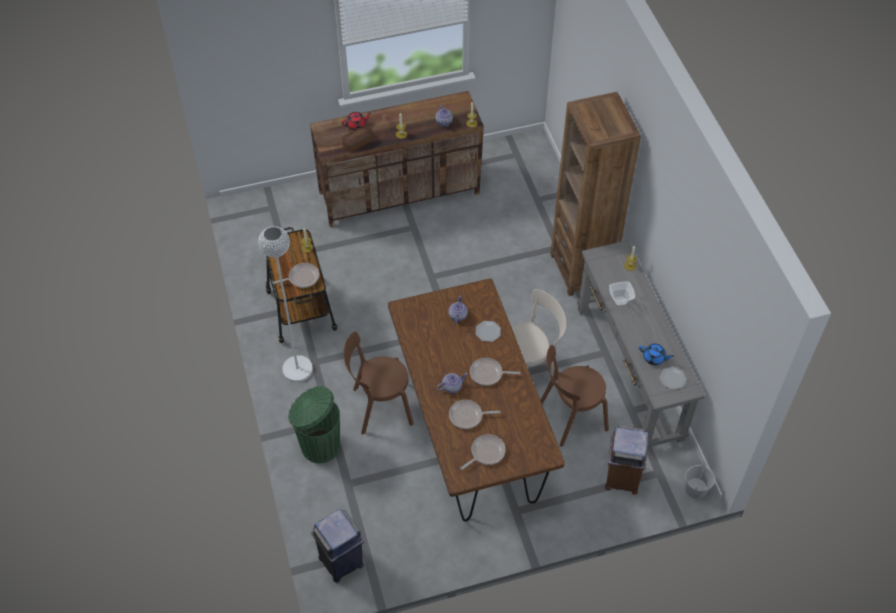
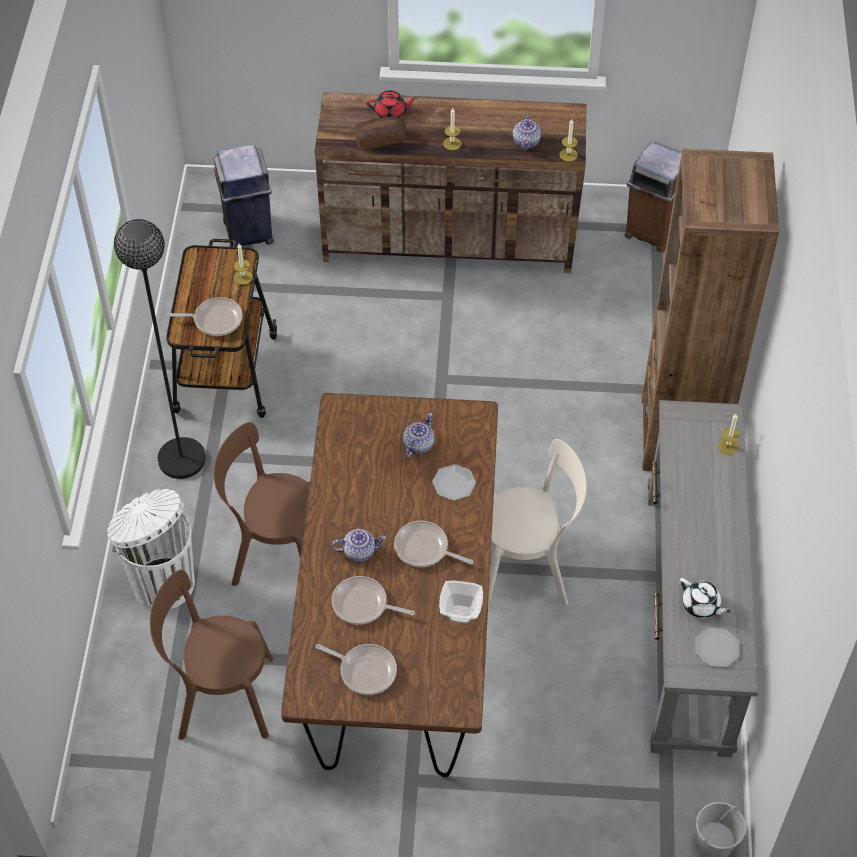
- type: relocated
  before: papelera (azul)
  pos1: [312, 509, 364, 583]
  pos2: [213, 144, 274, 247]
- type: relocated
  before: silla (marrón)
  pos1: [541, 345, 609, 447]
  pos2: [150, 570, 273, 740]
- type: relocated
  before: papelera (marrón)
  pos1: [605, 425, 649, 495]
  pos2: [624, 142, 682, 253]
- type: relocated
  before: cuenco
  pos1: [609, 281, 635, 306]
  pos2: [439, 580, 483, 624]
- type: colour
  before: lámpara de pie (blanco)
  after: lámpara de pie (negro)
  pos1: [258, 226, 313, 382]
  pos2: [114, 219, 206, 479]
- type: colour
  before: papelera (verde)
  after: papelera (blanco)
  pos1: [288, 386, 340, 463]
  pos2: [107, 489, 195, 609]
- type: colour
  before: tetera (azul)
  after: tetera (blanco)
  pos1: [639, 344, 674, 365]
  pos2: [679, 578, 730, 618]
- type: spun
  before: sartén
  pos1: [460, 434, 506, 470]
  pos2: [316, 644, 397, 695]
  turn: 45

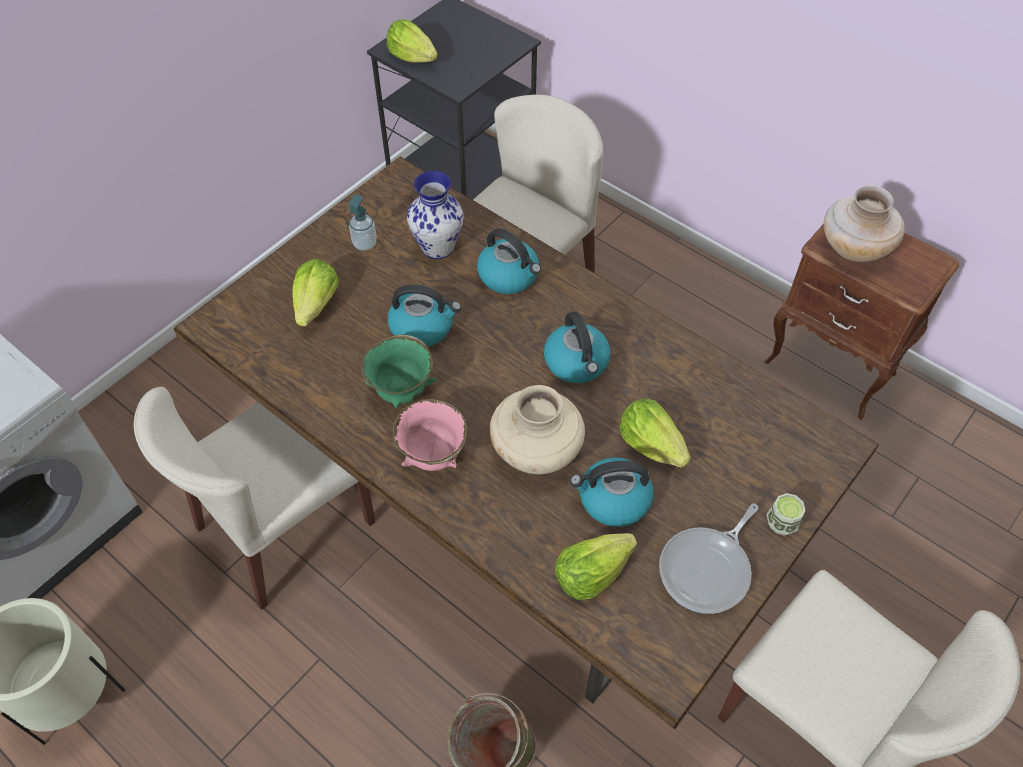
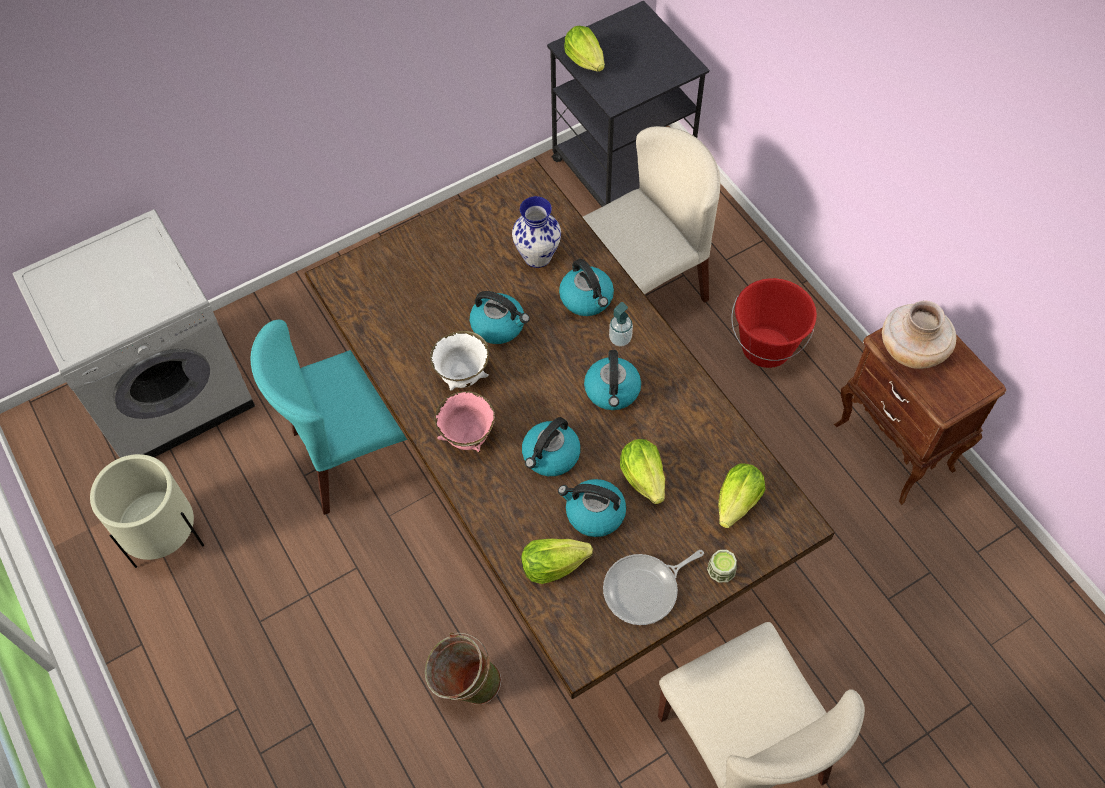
- type: appeared
  after: cubo (rojo)
  pos2: [731, 278, 817, 368]
- type: relocated
  before: lechuga
  pos1: [293, 259, 339, 327]
  pos2: [719, 463, 765, 528]
- type: relocated
  before: dispensador de jabón
  pos1: [349, 194, 377, 251]
  pos2: [609, 302, 633, 347]
- type: exchanged
  before: florero (beis)
  after: hervidor
  pos1: [490, 385, 585, 474]
  pos2: [522, 417, 581, 476]
- type: colour
  before: silla (beis)
  after: silla (turquesa)
  pos1: [134, 387, 375, 610]
  pos2: [250, 320, 407, 515]
- type: colour
  before: cuenco (verde)
  after: cuenco (blanco)
  pos1: [362, 335, 436, 408]
  pos2: [430, 331, 489, 391]

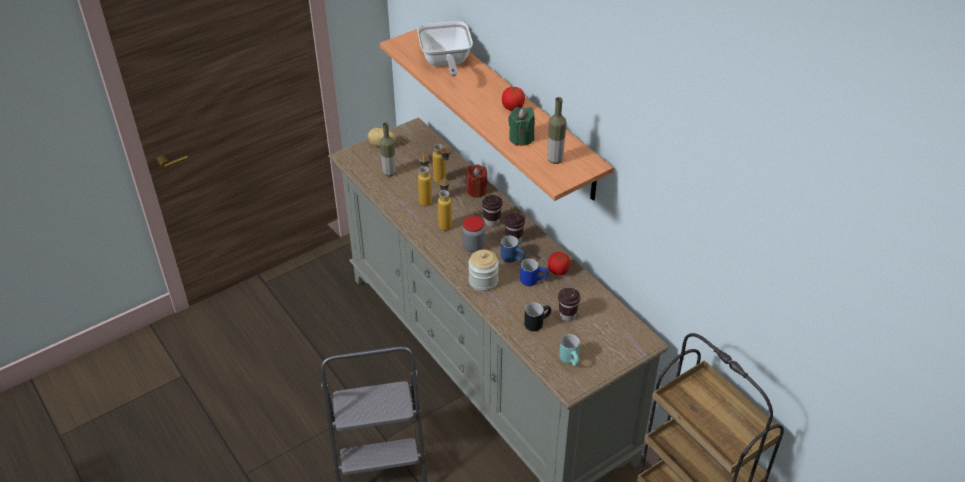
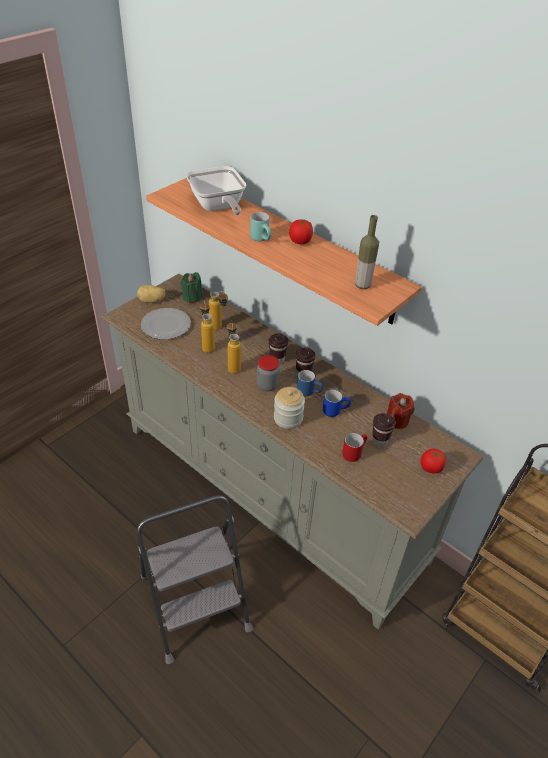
- type: relocated
  before: vela (rojo)
  pos1: [466, 164, 488, 198]
  pos2: [387, 393, 415, 429]
- type: relocated
  before: vela (verde)
  pos1: [508, 107, 535, 146]
  pos2: [181, 272, 202, 303]
- type: relocated
  before: tomate
  pos1: [548, 252, 570, 275]
  pos2: [421, 449, 446, 474]
- type: relocated
  before: taza grande (turquesa)
  pos1: [559, 334, 580, 366]
  pos2: [250, 212, 271, 242]
- type: exchanged
  before: botella
  after: plato
  pos1: [380, 122, 396, 176]
  pos2: [141, 308, 191, 340]
- type: colour
  before: taza grande (negro)
  after: taza grande (rojo)
  pos1: [524, 303, 551, 331]
  pos2: [342, 433, 367, 462]

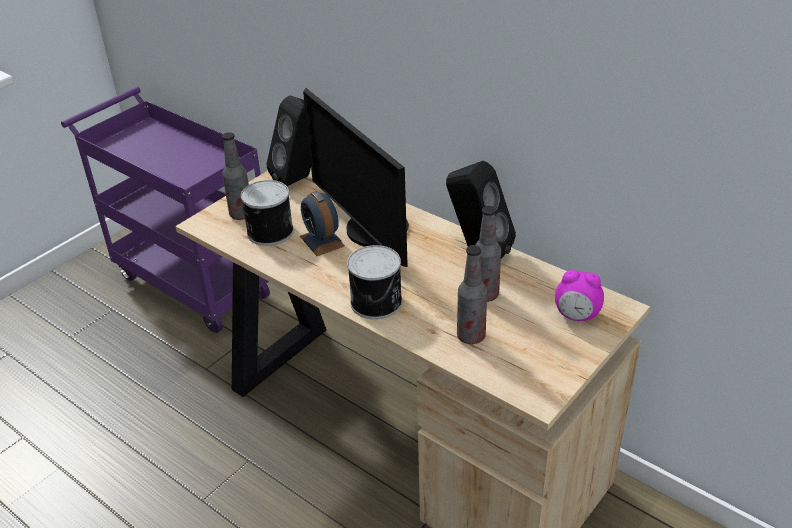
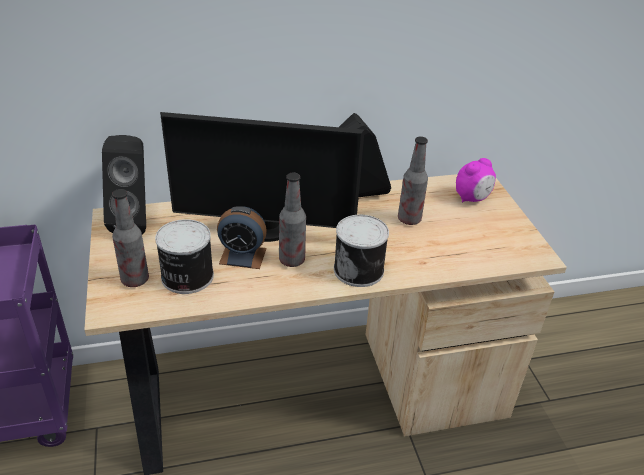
- type: relocated
  before: botella
  pos1: [457, 245, 487, 344]
  pos2: [279, 173, 306, 267]

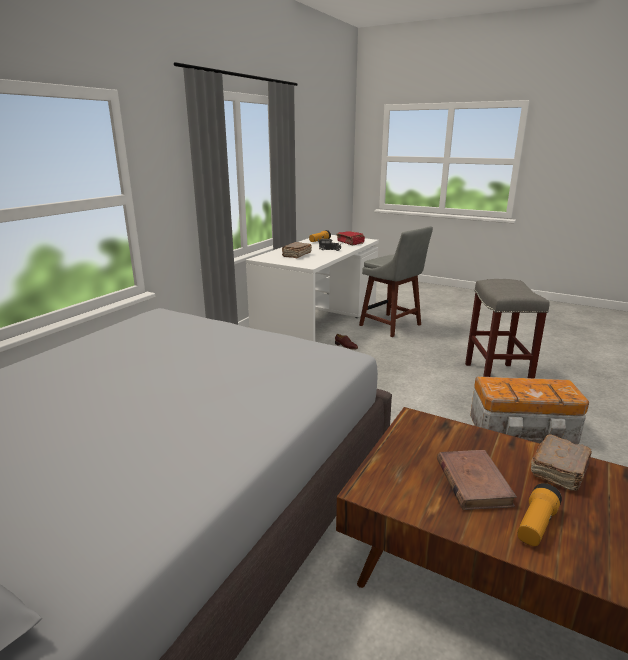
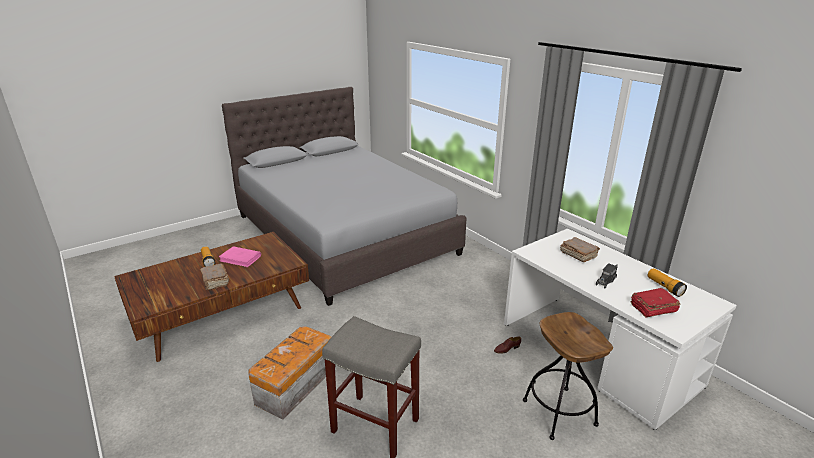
- type: exchanged
  before: silla (gris)
  after: taburete (marrón)
  pos1: [359, 226, 433, 337]
  pos2: [523, 312, 613, 440]
- type: colour
  before: libro (marrón)
  after: libro (rosa)
  pos1: [437, 450, 517, 510]
  pos2: [219, 246, 261, 267]

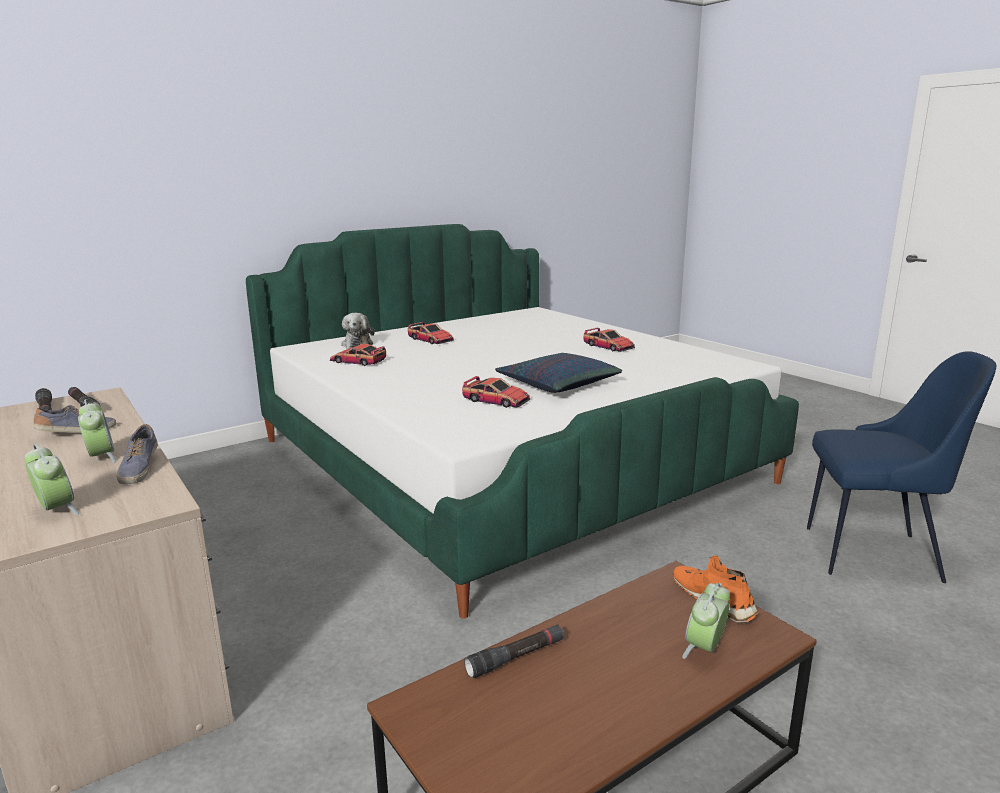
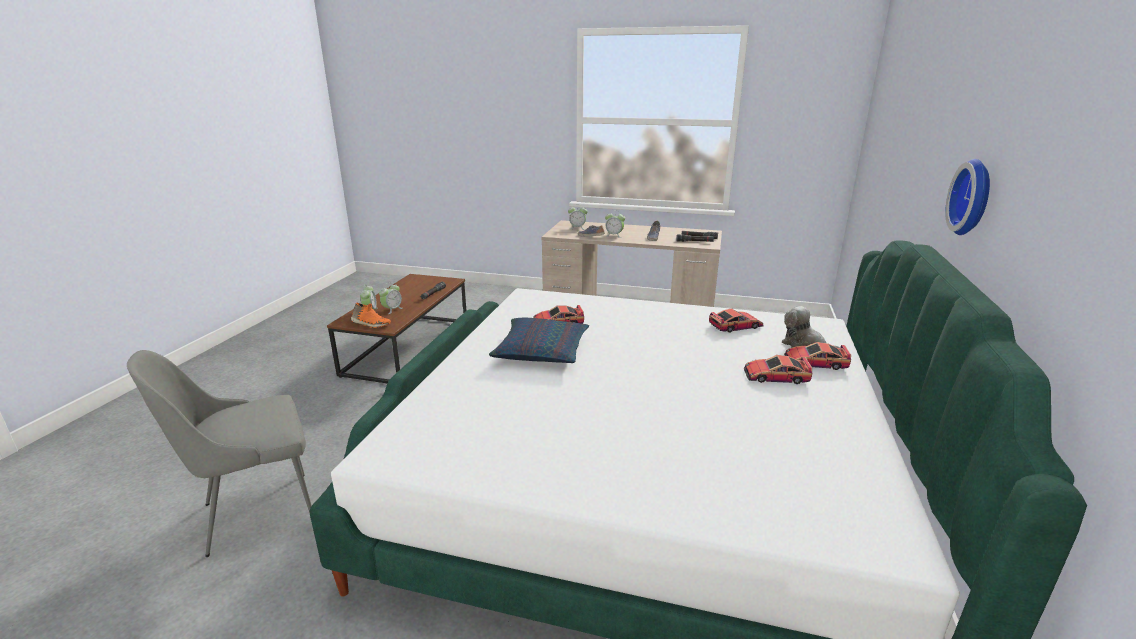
- type: appeared
  after: despertador
  pos2: [379, 283, 403, 314]
- type: appeared
  after: reloj de pared
  pos2: [945, 159, 990, 235]
- type: relocated
  before: coche de juguete
  pos1: [584, 328, 635, 352]
  pos2: [784, 342, 851, 370]
- type: colour
  before: silla (azul)
  after: silla (gris)
  pos1: [807, 351, 996, 583]
  pos2: [127, 350, 312, 557]

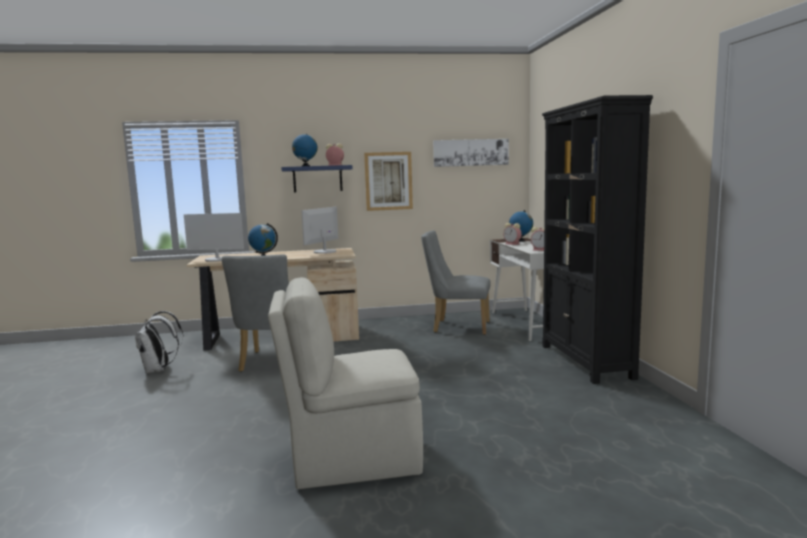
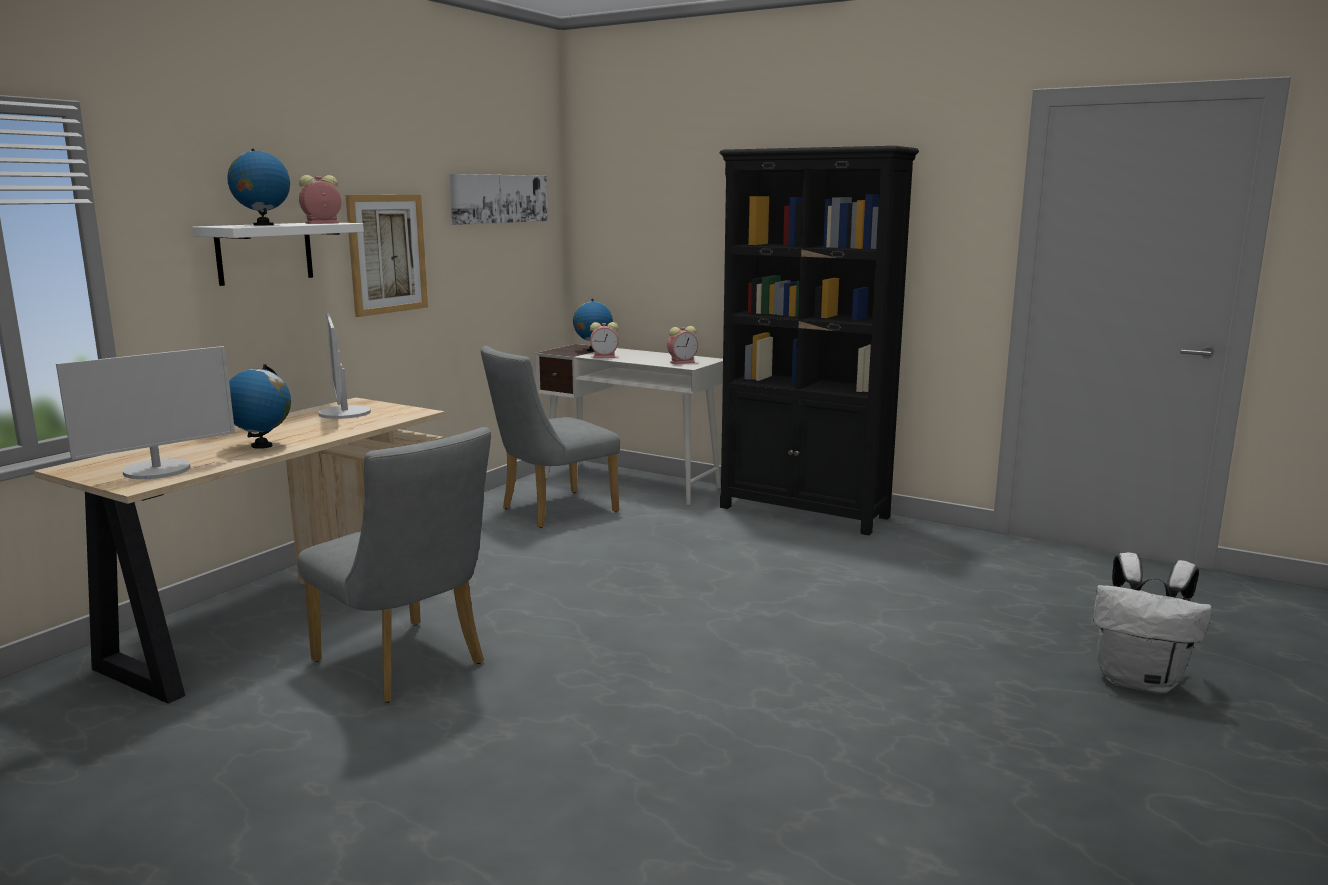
- type: missing
  before: silla (beis)
  pos1: [268, 277, 423, 489]
- type: relocated
  before: mochila (blanco)
  pos1: [135, 311, 184, 373]
  pos2: [1093, 553, 1212, 694]
- type: colour
  before: estante (azul)
  after: estante (blanco)
  pos1: [281, 165, 353, 193]
  pos2: [192, 223, 364, 286]

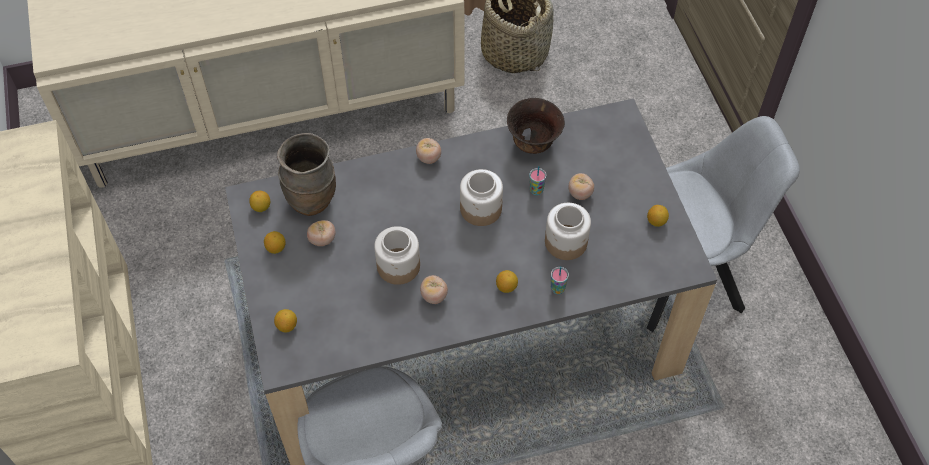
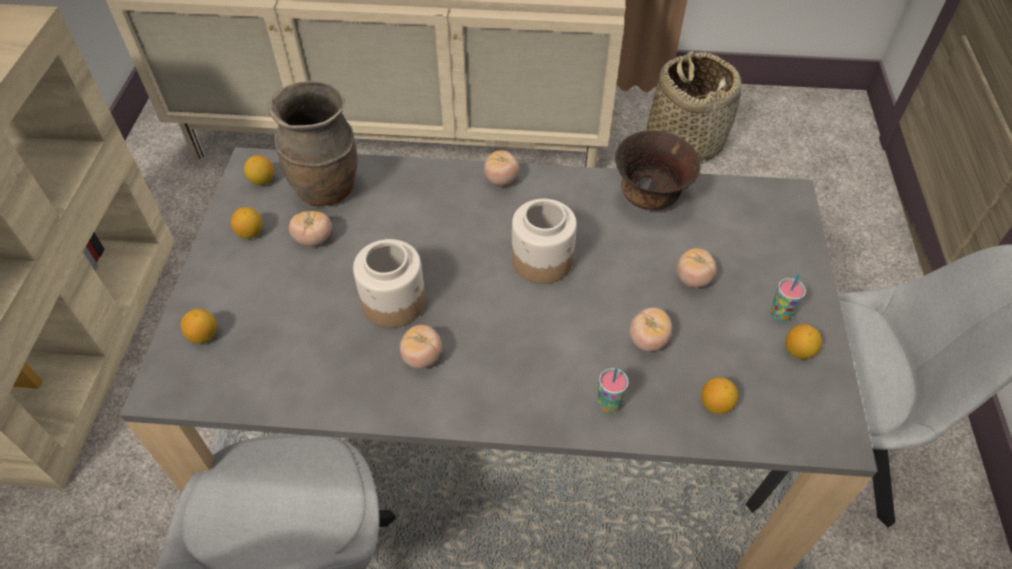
- type: relocated
  before: limón
  pos1: [496, 270, 518, 293]
  pos2: [701, 377, 738, 414]
- type: relocated
  before: taza
  pos1: [529, 166, 546, 195]
  pos2: [770, 274, 806, 322]
- type: exchanged
  before: tarro
  after: tomate
  pos1: [545, 203, 591, 260]
  pos2: [630, 308, 672, 352]

